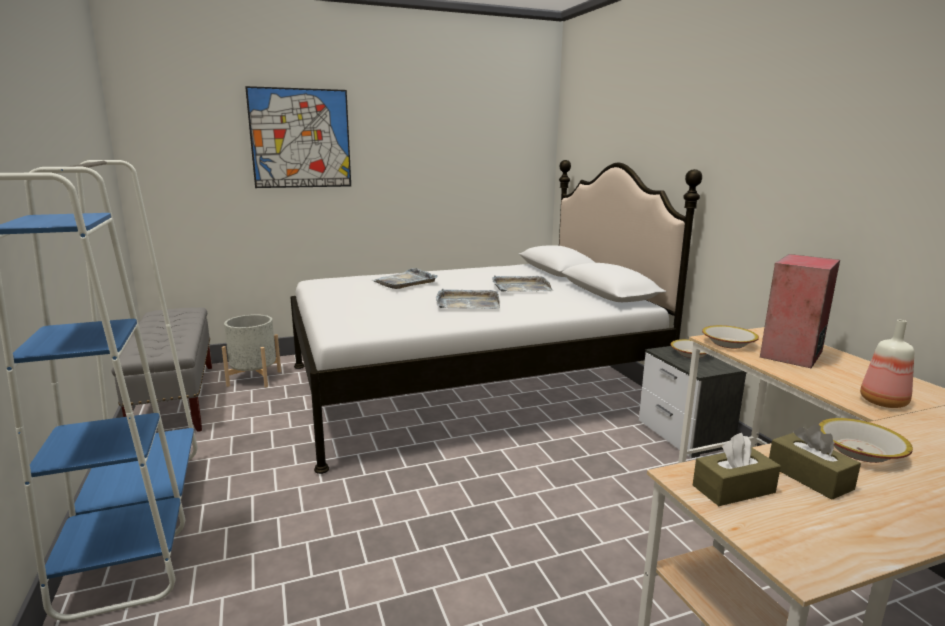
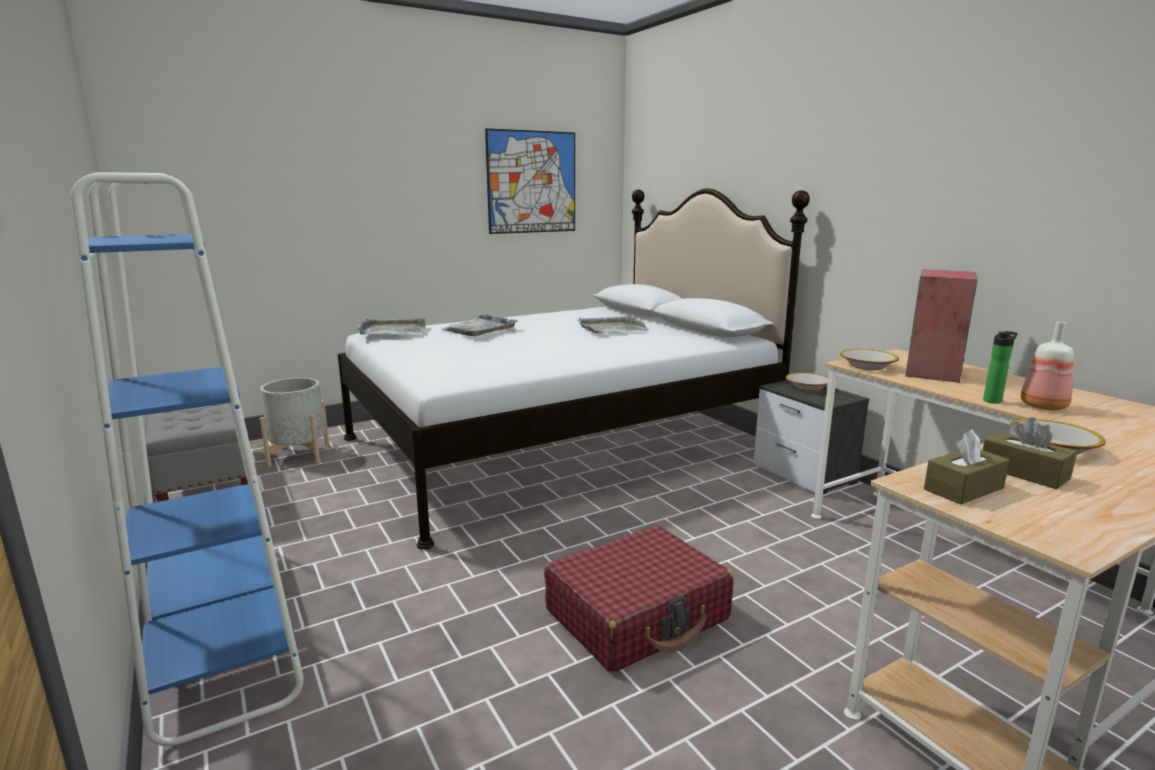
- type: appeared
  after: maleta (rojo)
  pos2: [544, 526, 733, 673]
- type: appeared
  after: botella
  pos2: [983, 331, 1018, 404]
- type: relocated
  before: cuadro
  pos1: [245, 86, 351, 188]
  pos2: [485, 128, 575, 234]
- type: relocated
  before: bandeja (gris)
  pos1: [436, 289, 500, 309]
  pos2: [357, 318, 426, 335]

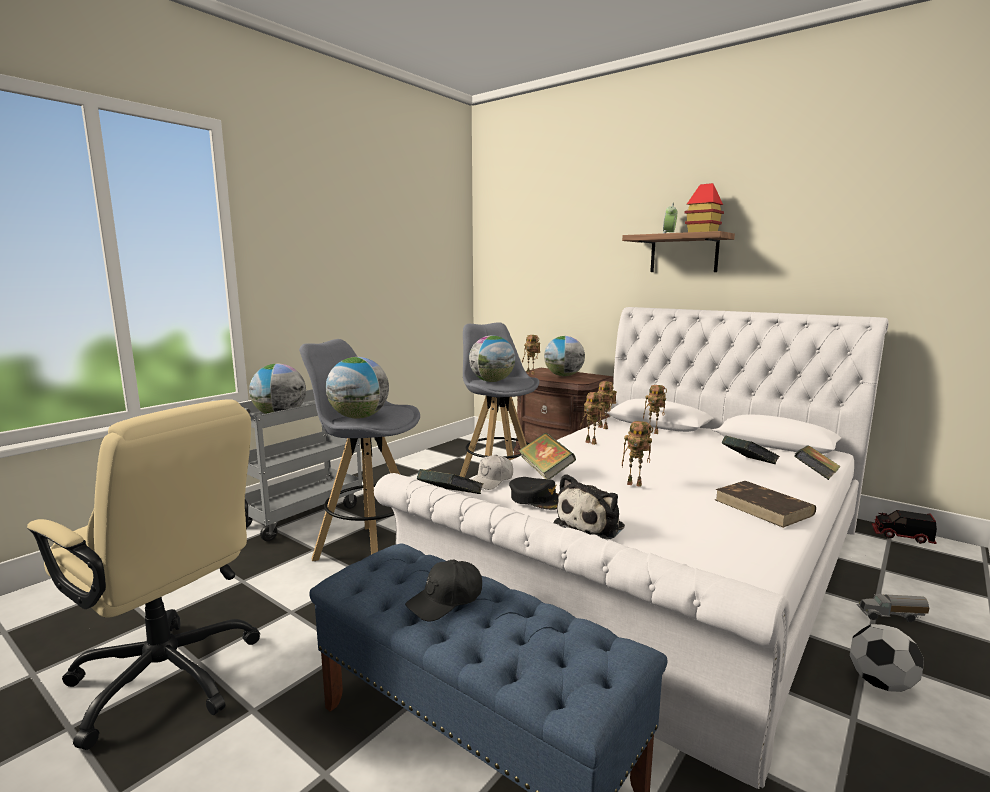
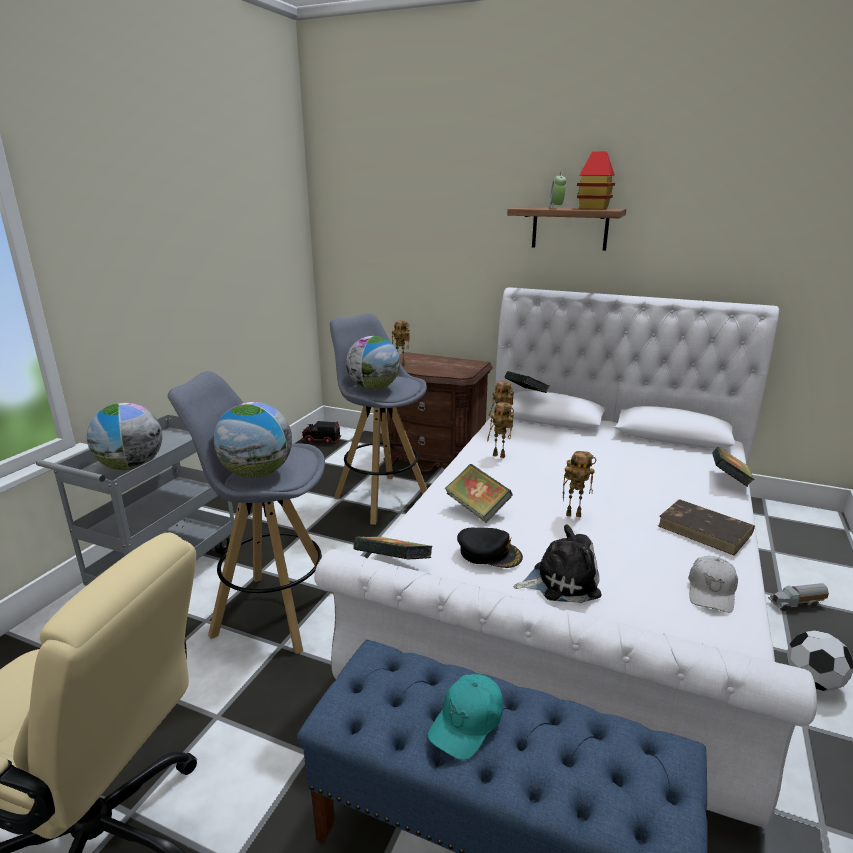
- type: missing
  before: globo terráqueo
  pos1: [544, 336, 585, 376]
- type: missing
  before: robot de juguete
  pos1: [643, 385, 667, 434]
- type: relocated
  before: gorra (blanco)
  pos1: [472, 455, 513, 490]
  pos2: [688, 556, 738, 613]
- type: relocated
  before: libro
  pos1: [721, 436, 780, 464]
  pos2: [505, 371, 549, 393]
- type: relocated
  before: camión de juguete
  pos1: [872, 510, 937, 544]
  pos2: [301, 421, 341, 444]
- type: colour
  before: gorra (negro)
  after: gorra (turquesa)
  pos1: [405, 560, 482, 622]
  pos2: [428, 674, 503, 760]
- type: spun
  before: peluche
  pos1: [554, 474, 625, 539]
  pos2: [514, 525, 601, 603]
  turn: -120

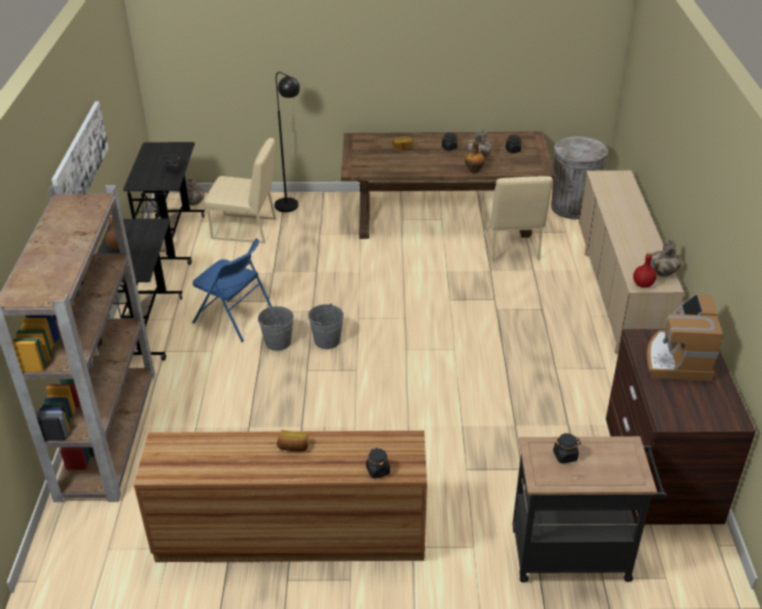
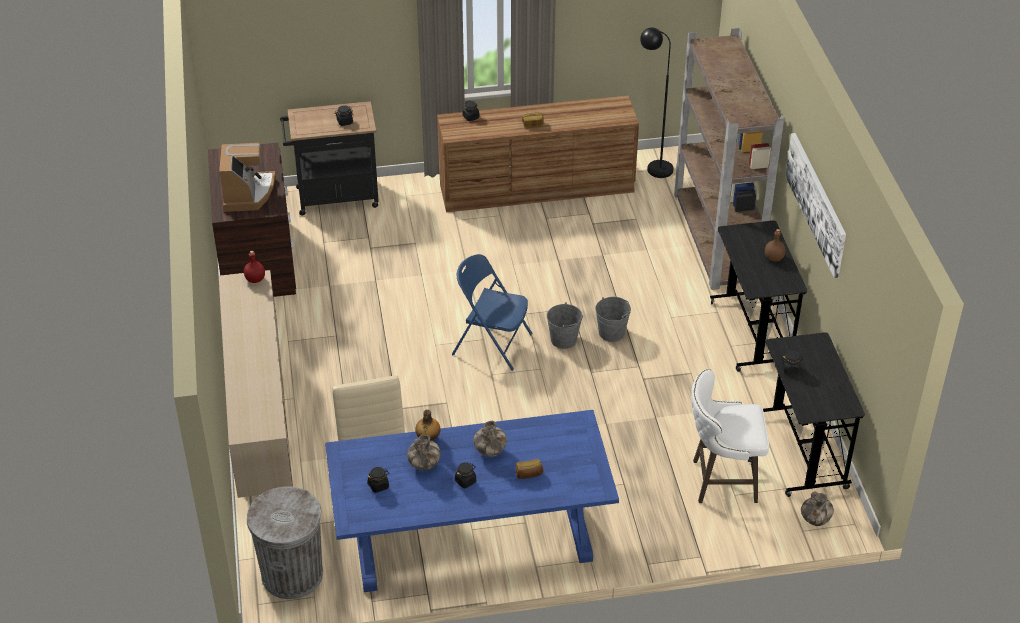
- type: relocated
  before: silla (azul)
  pos1: [192, 238, 272, 342]
  pos2: [452, 254, 532, 371]
- type: relocated
  before: lámpara de pie (negro)
  pos1: [274, 72, 300, 212]
  pos2: [640, 27, 674, 178]
- type: relocated
  before: florero
  pos1: [650, 240, 682, 277]
  pos2: [473, 421, 507, 457]
- type: exchanged
  before: silla (beis)
  after: taburete (blanco)
  pos1: [204, 138, 276, 243]
  pos2: [691, 369, 769, 503]
- type: colour
  before: mesa de comedor (marrón)
  after: mesa de comedor (azul)
  pos1: [341, 131, 555, 239]
  pos2: [325, 410, 619, 592]

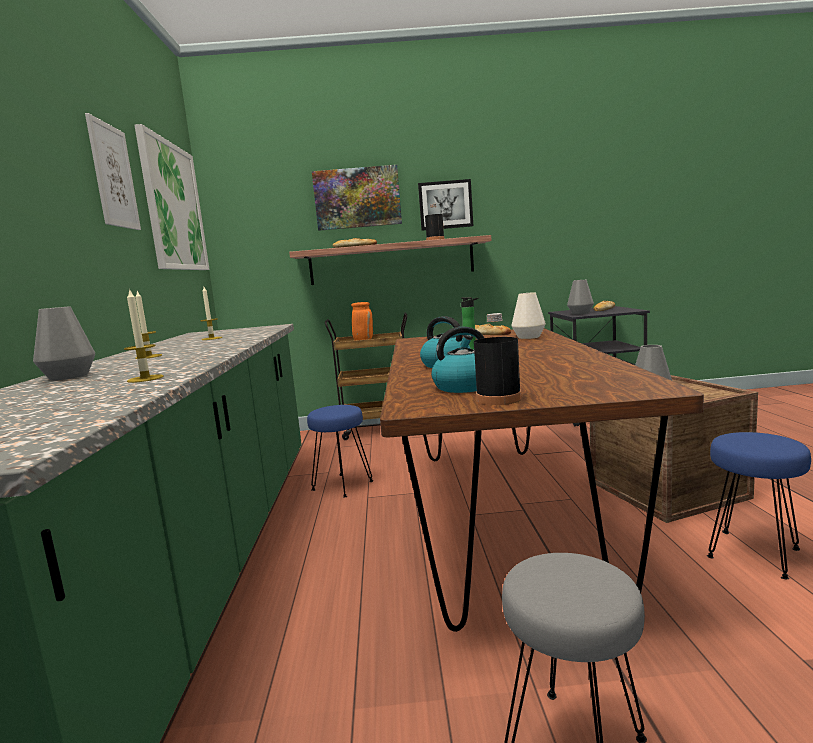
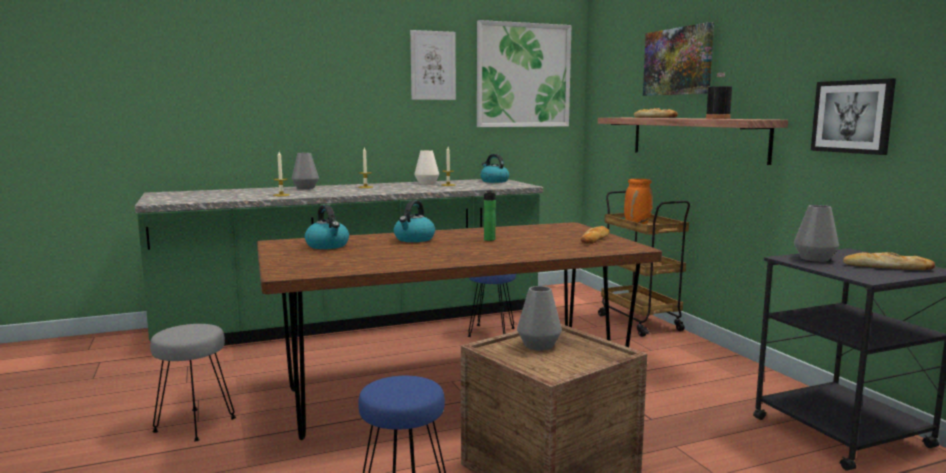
- type: missing
  before: botella (negro)
  pos1: [474, 313, 521, 405]
- type: appeared
  after: hervidor
  pos2: [480, 154, 509, 183]
- type: relocated
  before: cuadro
  pos1: [418, 179, 473, 231]
  pos2: [811, 78, 896, 155]
- type: relocated
  before: florero (blanco)
  pos1: [511, 292, 546, 339]
  pos2: [414, 150, 439, 184]

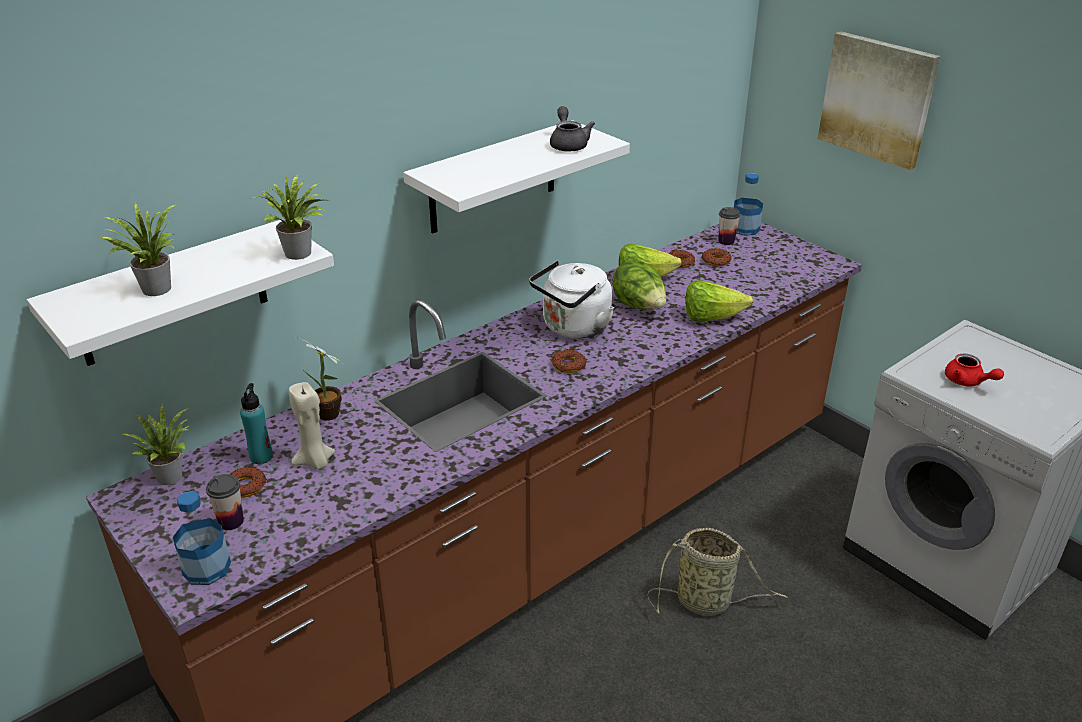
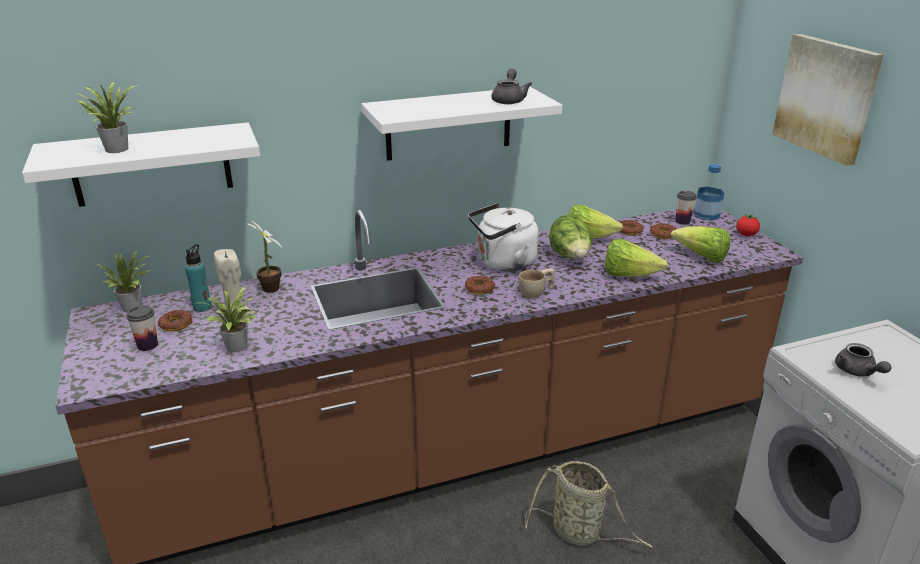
- type: missing
  before: botella
  pos1: [173, 491, 231, 585]
- type: appeared
  after: taza (beis)
  pos2: [519, 268, 554, 298]
- type: appeared
  after: lechuga
  pos2: [671, 226, 730, 263]
- type: appeared
  after: tomate
  pos2: [736, 214, 760, 236]
- type: relocated
  before: planta en maceta
  pos1: [251, 174, 327, 260]
  pos2: [193, 285, 256, 352]
- type: colour
  before: tetera (rojo)
  after: tetera (gris)
  pos1: [945, 354, 1004, 386]
  pos2: [835, 343, 891, 377]

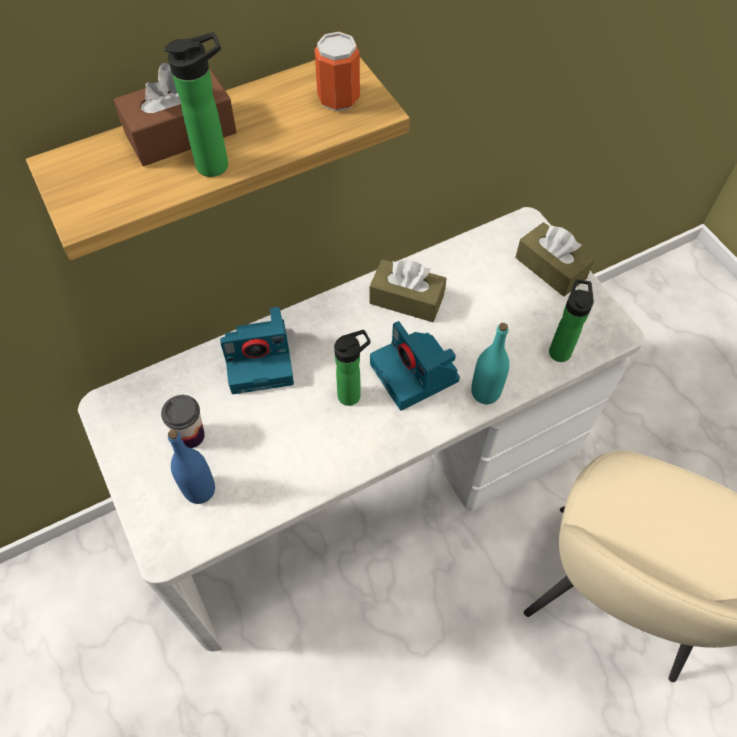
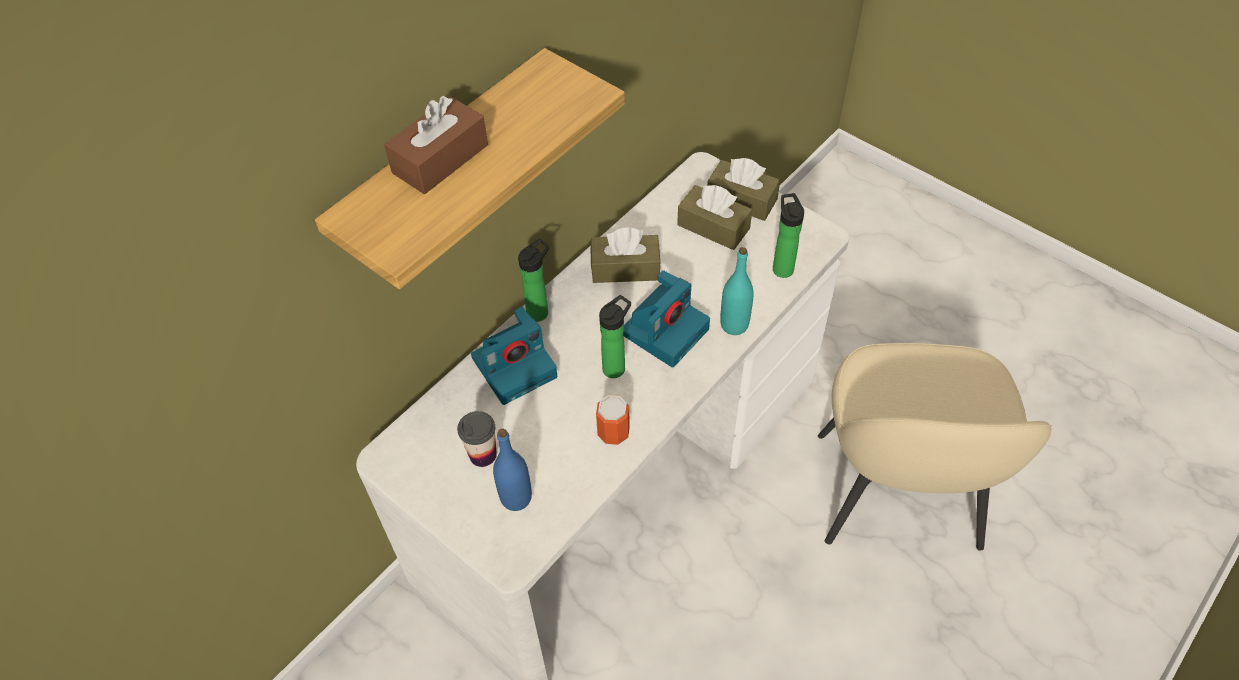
- type: appeared
  after: caja de pañuelos (marrón)
  pos2: [677, 185, 752, 250]
- type: relocated
  before: botella
  pos1: [164, 32, 228, 177]
  pos2: [518, 239, 549, 322]
- type: relocated
  before: lata
  pos1: [314, 32, 360, 112]
  pos2: [596, 395, 630, 445]
- type: spun
  before: cámara
  pos1: [370, 321, 460, 410]
  pos2: [623, 270, 710, 368]
  turn: -90

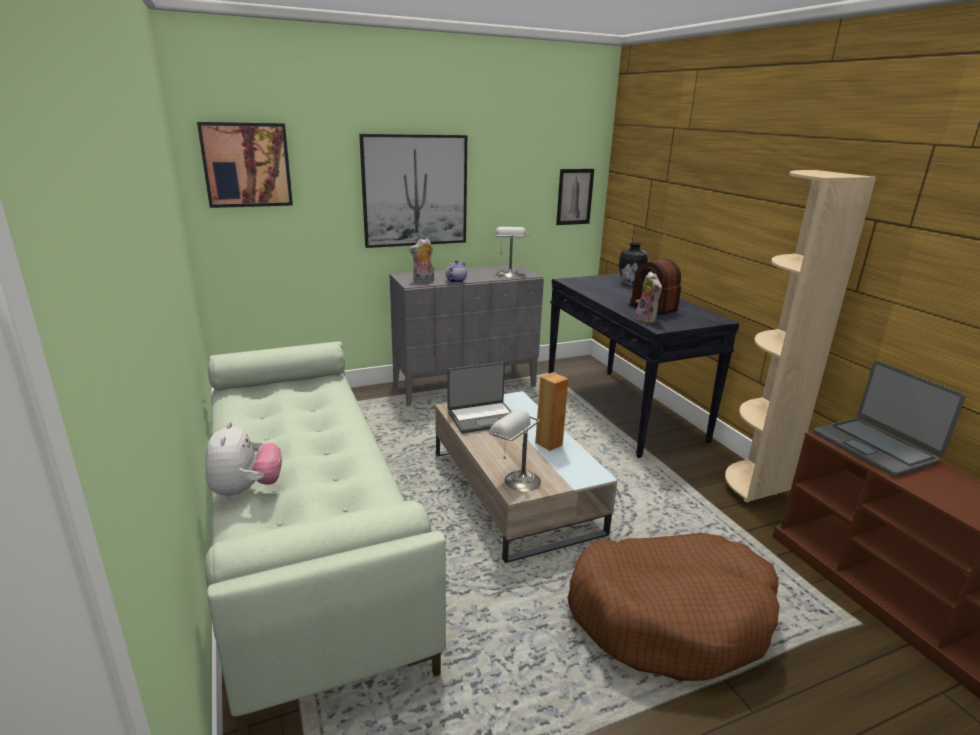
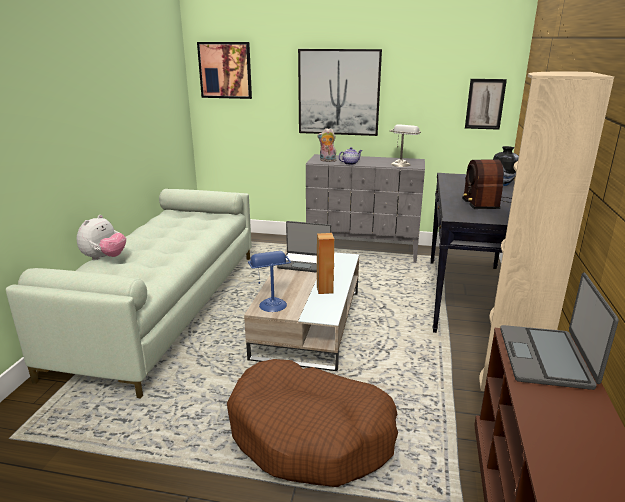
- type: missing
  before: peluche
  pos1: [636, 271, 662, 323]
- type: colour
  before: lámpara de mesa (blanco)
  after: lámpara de mesa (azul)
  pos1: [489, 409, 541, 492]
  pos2: [248, 251, 291, 312]

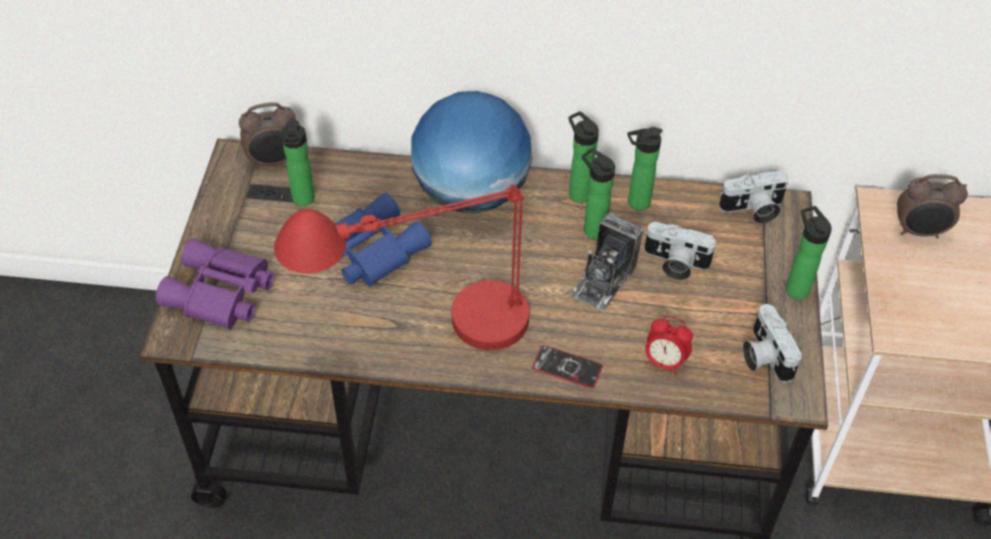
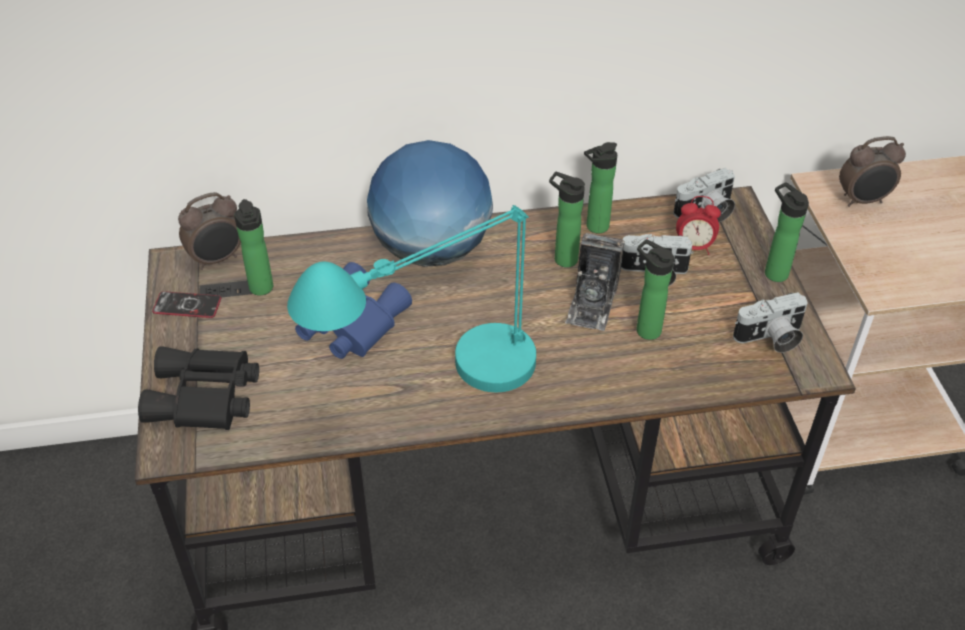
- type: relocated
  before: móvil
  pos1: [532, 345, 603, 389]
  pos2: [152, 291, 221, 318]
- type: relocated
  before: botella
  pos1: [568, 111, 599, 203]
  pos2: [637, 239, 674, 340]
- type: relocated
  before: despertador
  pos1: [646, 316, 693, 375]
  pos2: [676, 196, 721, 255]
- type: colour
  before: prismáticos (morado)
  after: prismáticos (negro)
  pos1: [156, 238, 274, 330]
  pos2: [138, 346, 259, 430]
- type: colour
  before: lámpara de mesa (rojo)
  after: lámpara de mesa (turquesa)
  pos1: [274, 185, 529, 350]
  pos2: [287, 205, 536, 392]
- type: spun
  before: cámara
  pos1: [743, 304, 802, 383]
  pos2: [733, 292, 808, 353]
  turn: -75

